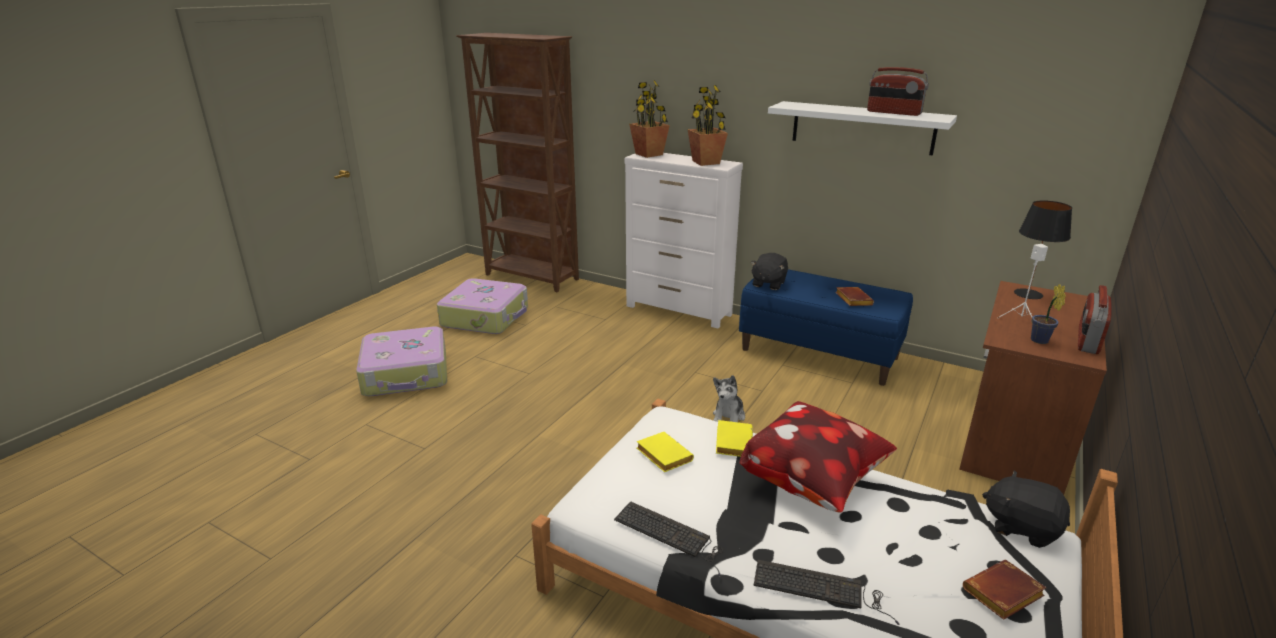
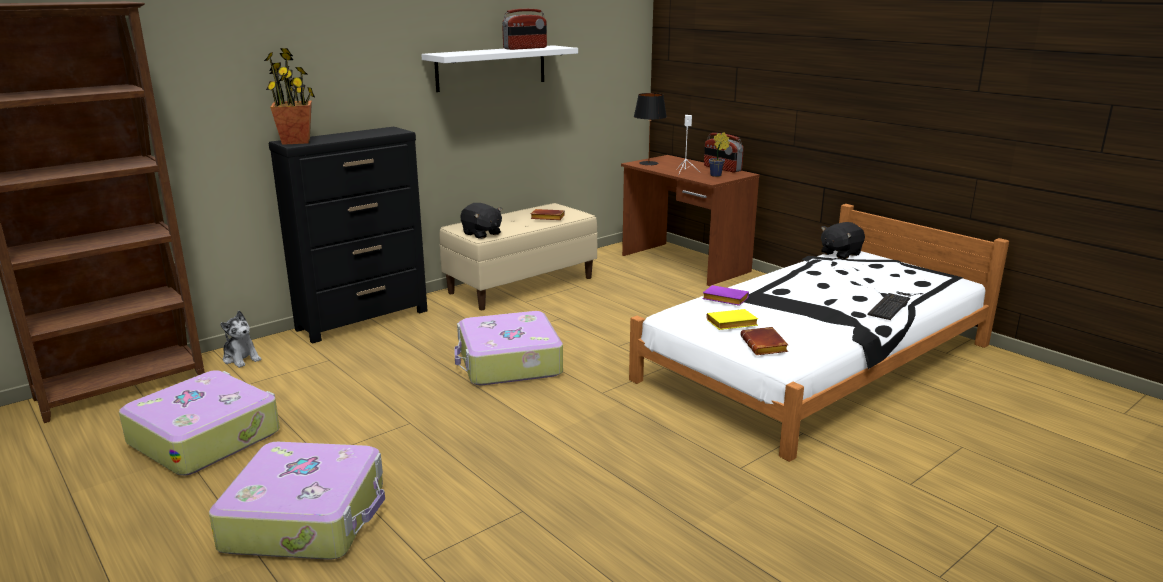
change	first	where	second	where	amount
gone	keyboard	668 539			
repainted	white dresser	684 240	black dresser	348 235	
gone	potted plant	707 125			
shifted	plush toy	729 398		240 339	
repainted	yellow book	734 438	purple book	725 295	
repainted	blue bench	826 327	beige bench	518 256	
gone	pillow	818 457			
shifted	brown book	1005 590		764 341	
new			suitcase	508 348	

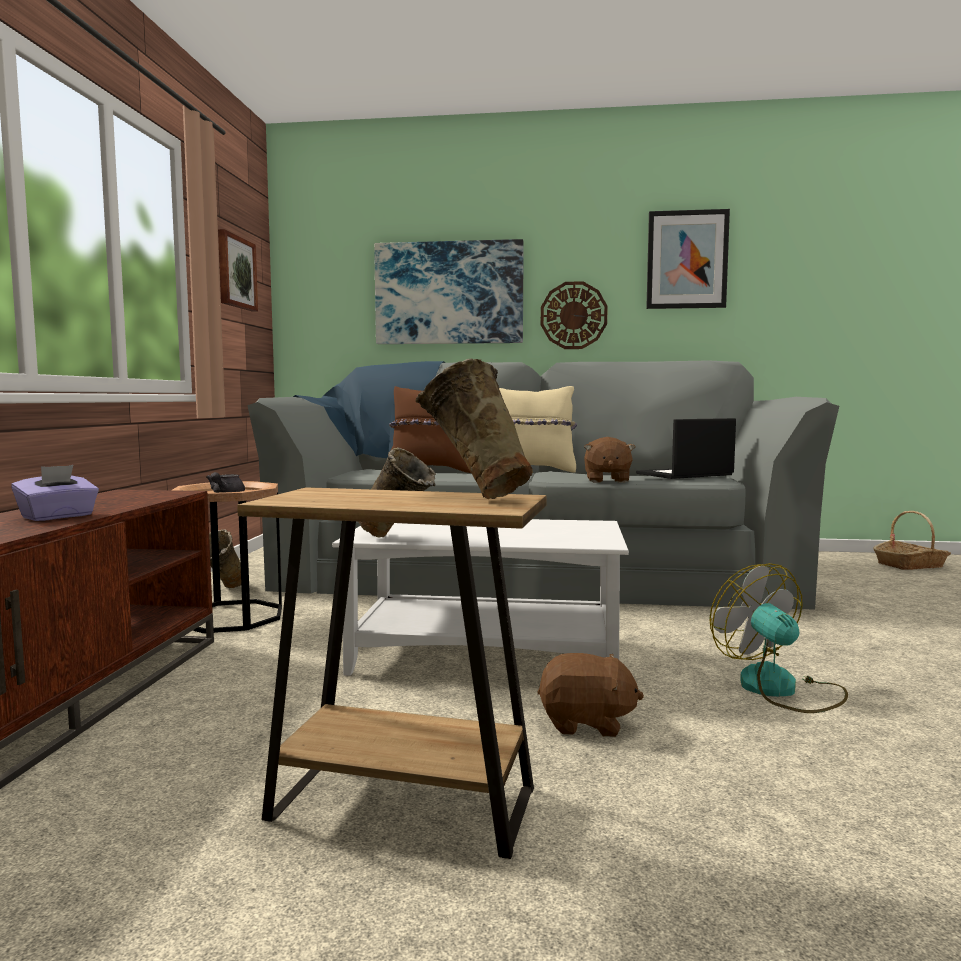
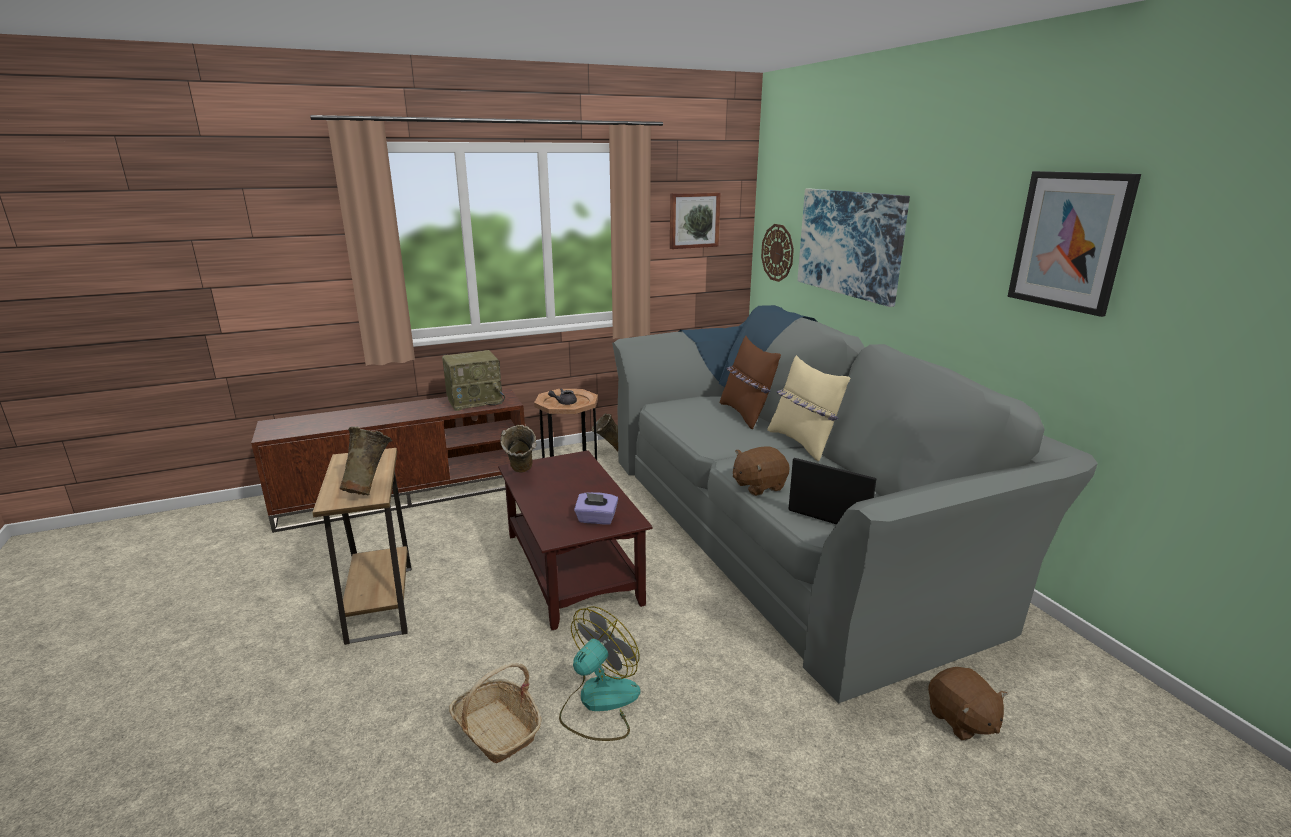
change	first	where	second	where	amount
shifted	purple tissue box	55 493		596 508	
repainted	white coffee table	480 597	brown coffee table	575 540	
shifted	brown plush toy	590 695		967 704	
shifted	wall clock	574 315		777 253	
shifted	basket	912 540		495 713	
new			radio	473 380	

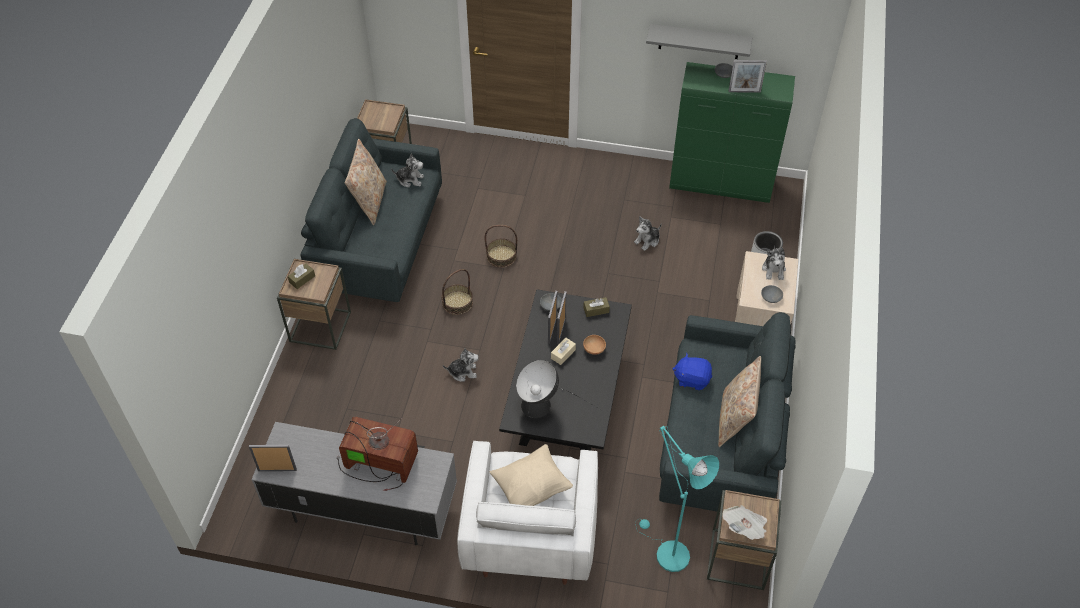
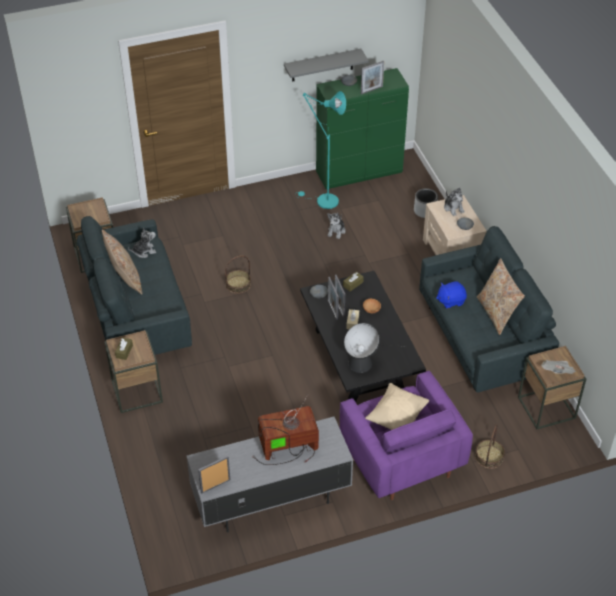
change	first	where	second	where	amount
shifted	basket	457 292		490 446	
gone	plush toy	461 365			
repainted	white armchair	527 513	purple armchair	406 435	
shifted	turquoise floor lamp	677 499		320 150	

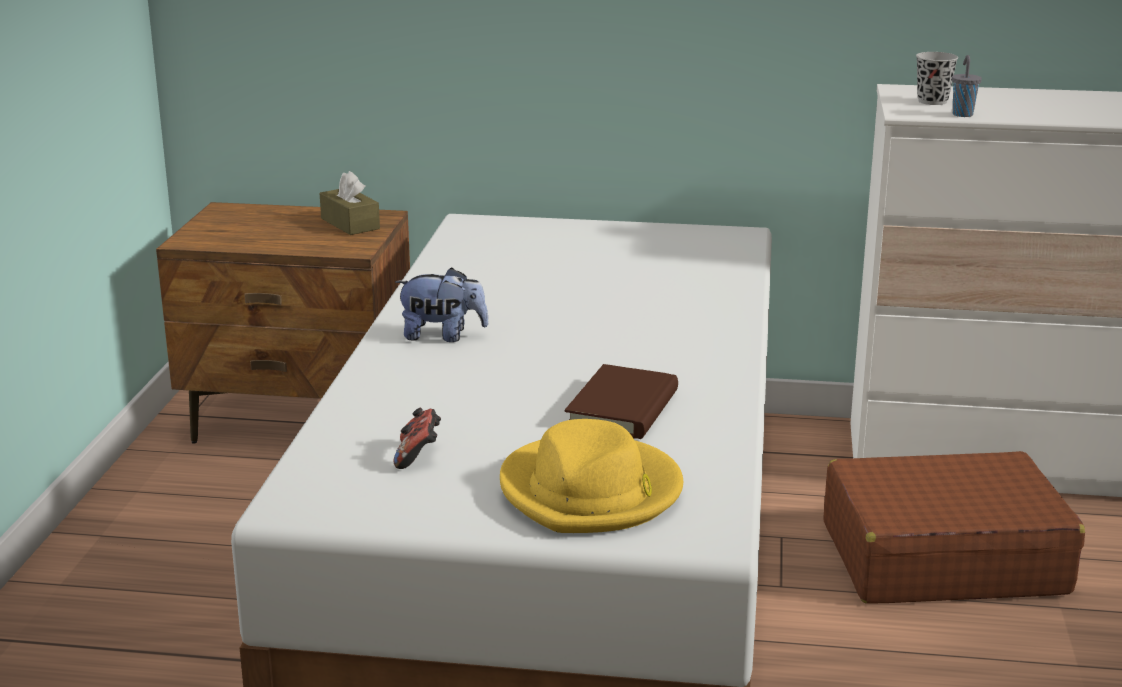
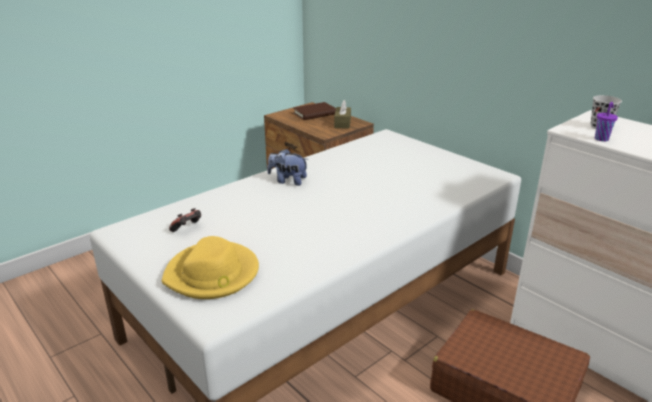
change	first	where	second	where	amount
rotated	plush toy	442 304		288 167	150 degrees clockwise
shifted	brown book	621 401		314 111	
repainted	grey cup	967 86	purple cup	606 121	

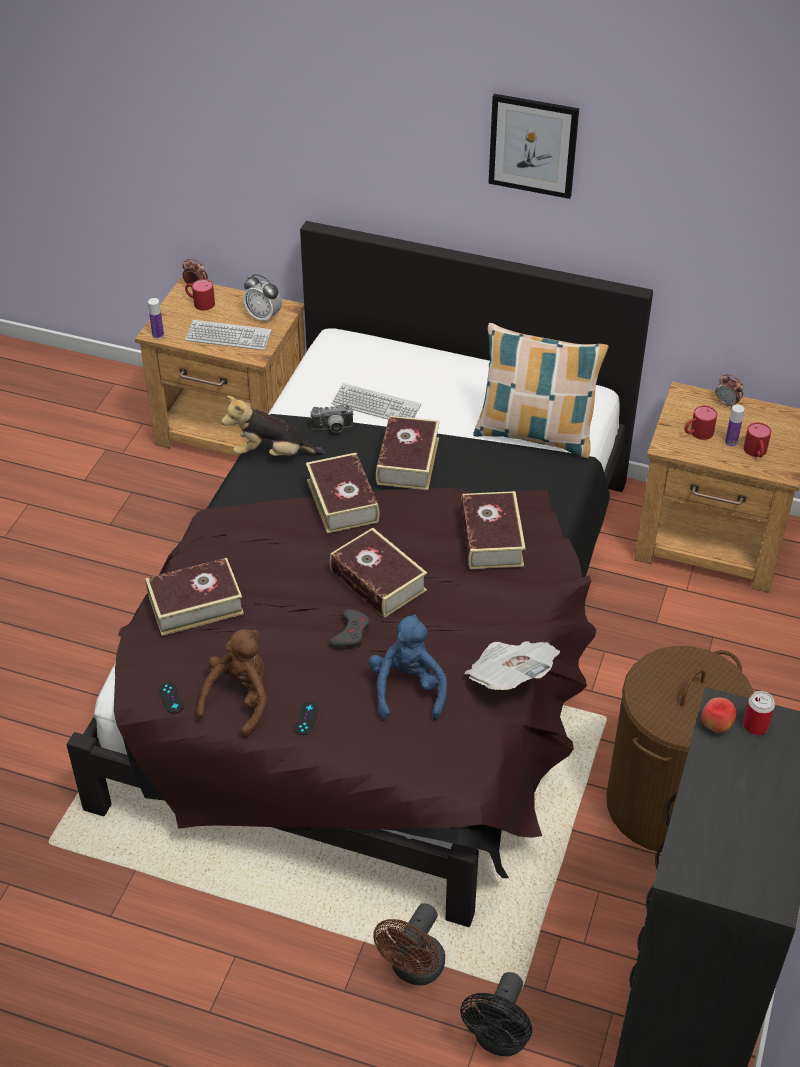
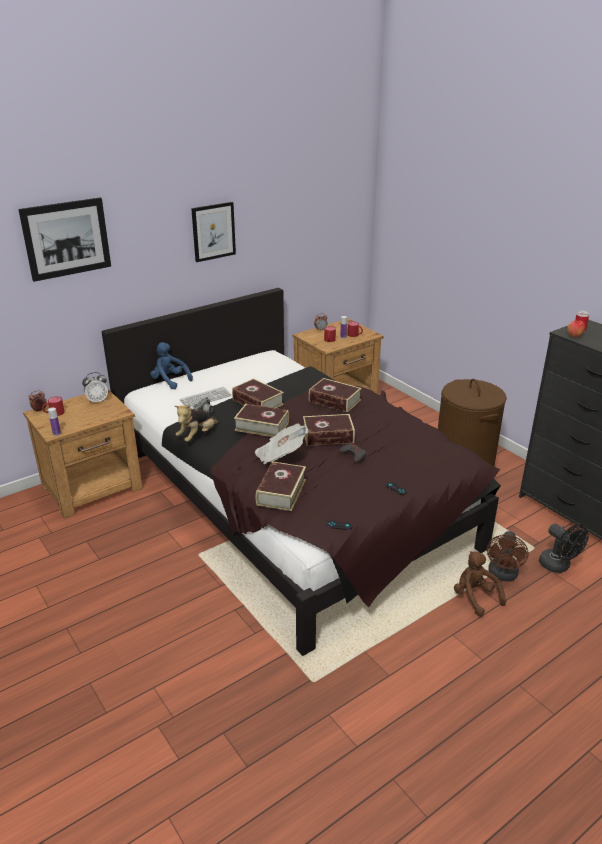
change	first	where	second	where	amount
gone	keyboard	228 335			
shifted	brown plush toy	232 683		480 583	
shifted	blue plush toy	407 667		171 366	
rotated	brown fan	409 944		508 556	45 degrees clockwise
shifted	newspaper	512 665		281 443	
gone	pillow	541 390			
new			picture	64 239	

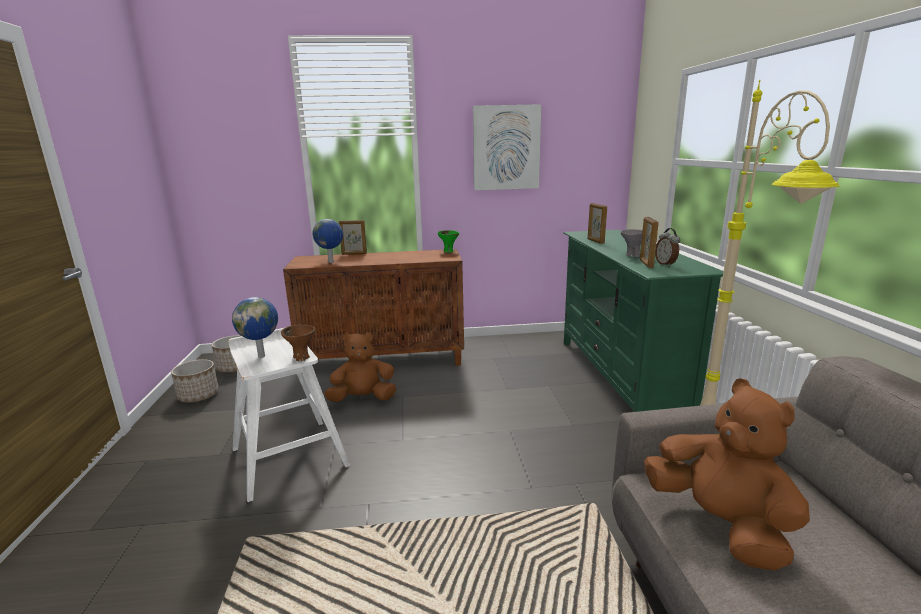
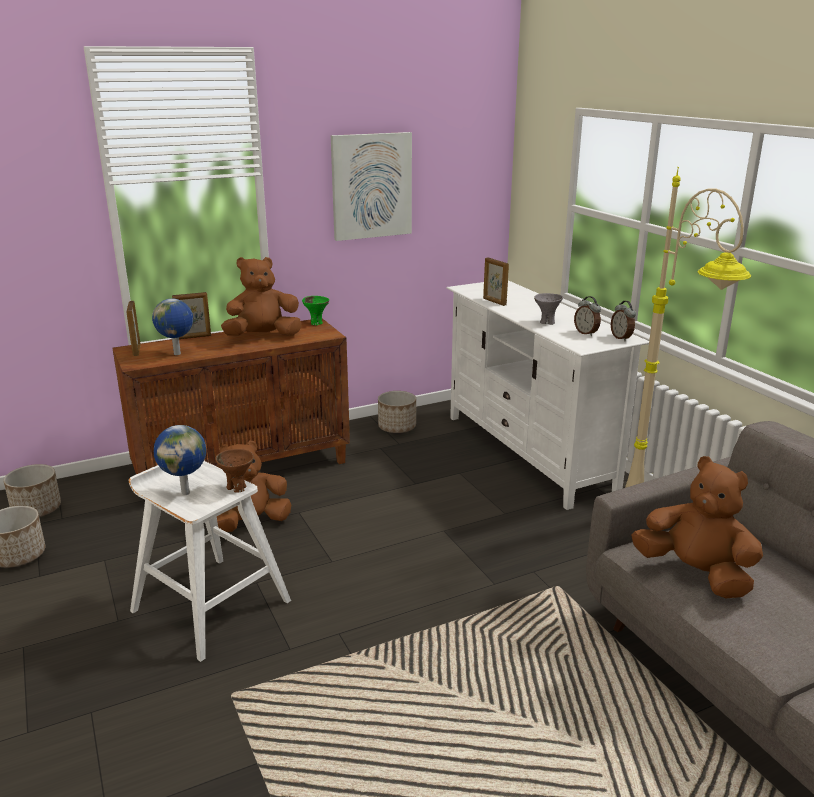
change	first	where	second	where	amount
repainted	green tv stand	643 321	white tv stand	547 395	
shifted	picture frame	649 242		134 328	
new			brown plush toy	261 296	
new			planter	397 412	
new			alarm clock	623 321	

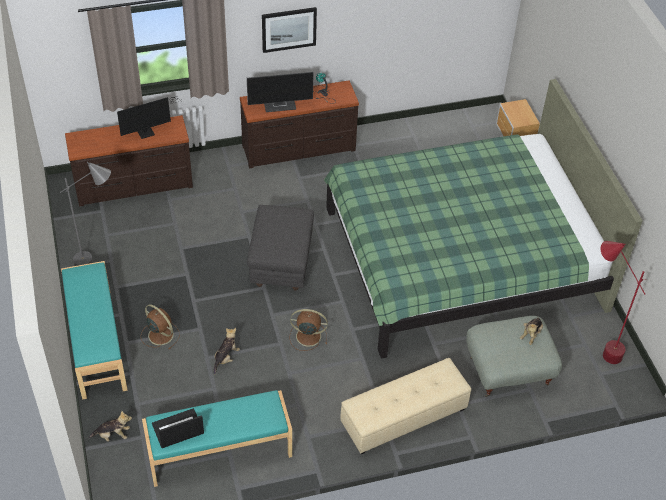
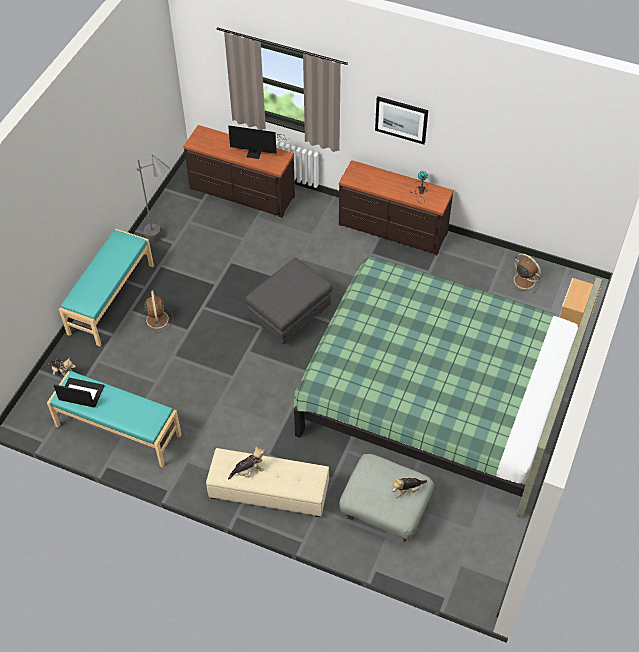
change	first	where	second	where	amount
shifted	plush toy	227 351		246 463	
gone	monitor	280 92			
shifted	brown fan	308 330		524 273	
gone	red floor lamp	623 302			

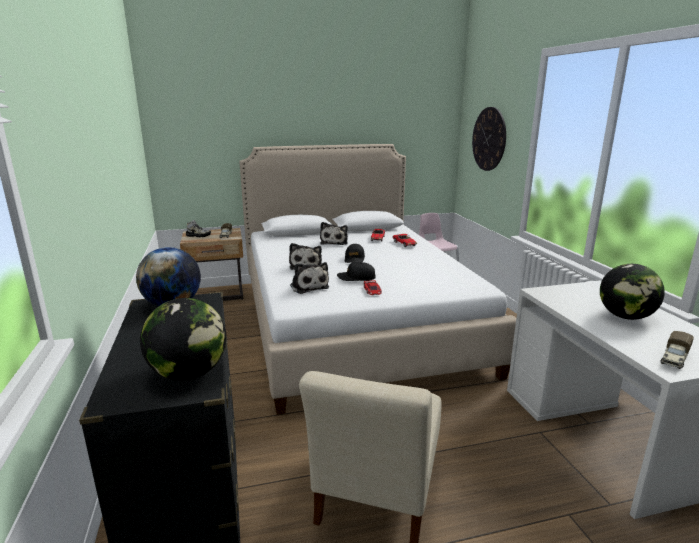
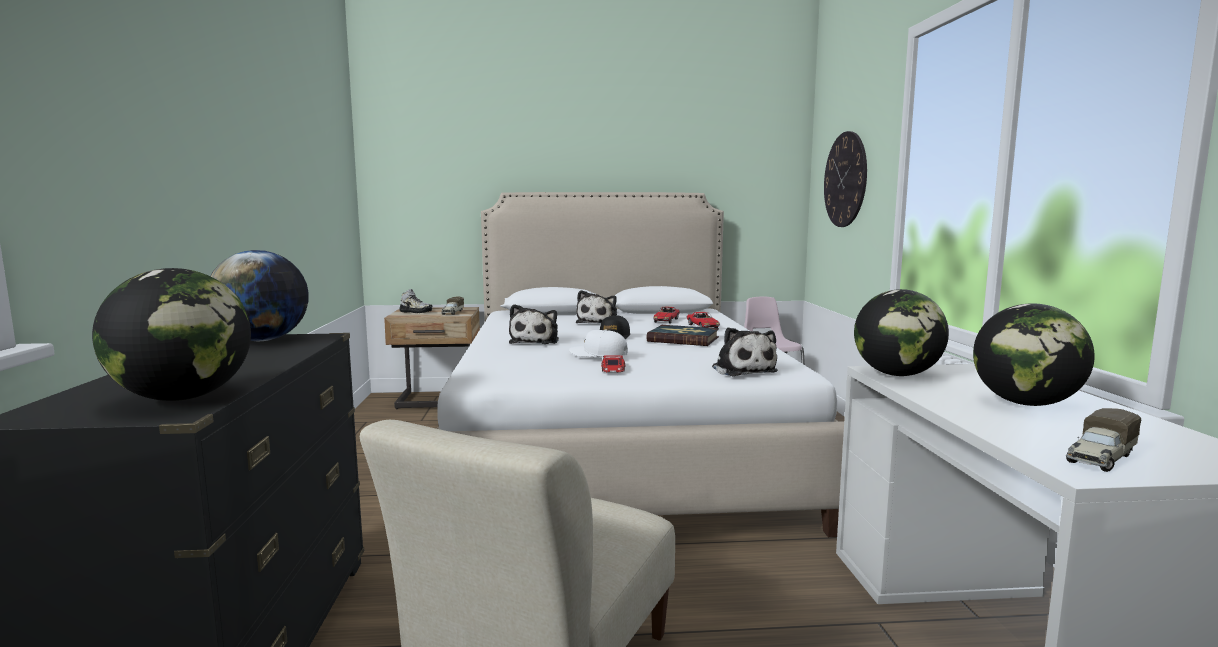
change	first	where	second	where	amount
shifted	plush toy	309 278		745 351	
repainted	black cap	356 271	white cap	598 343	
new			book	682 335	
new			globe	901 332	

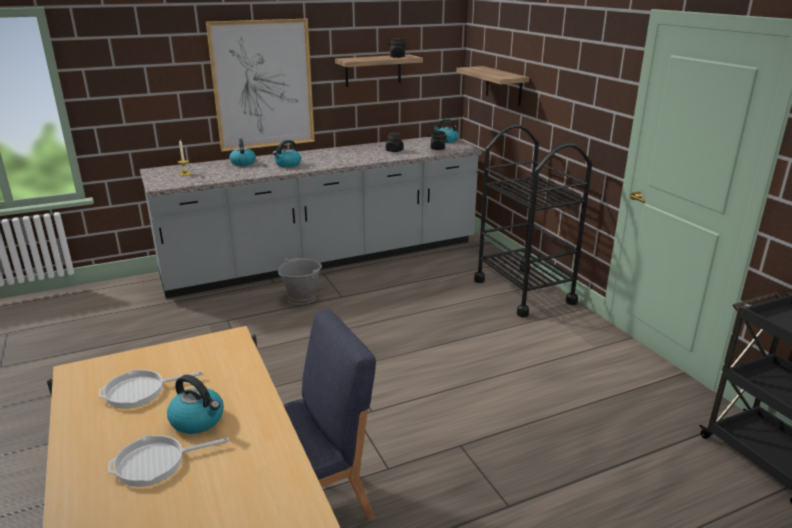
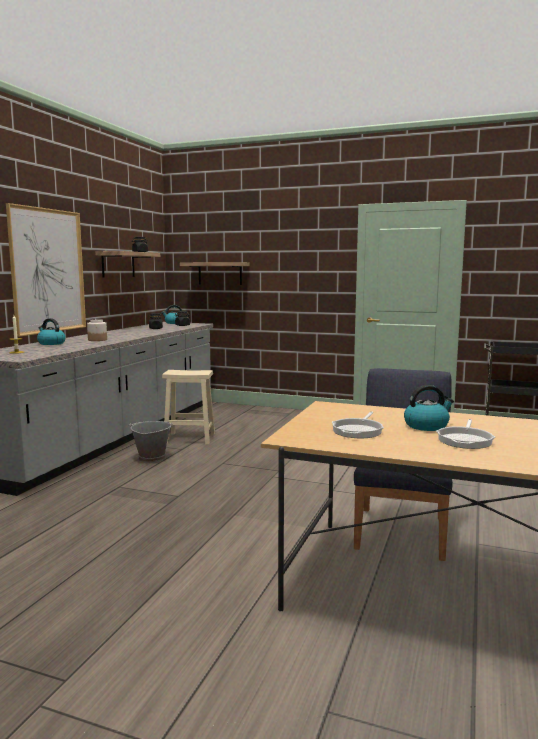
change	first	where	second	where	amount
swapped	kettle	287 154	jar	97 330	
gone	black cart	533 220			
new			beige stool	188 407	

